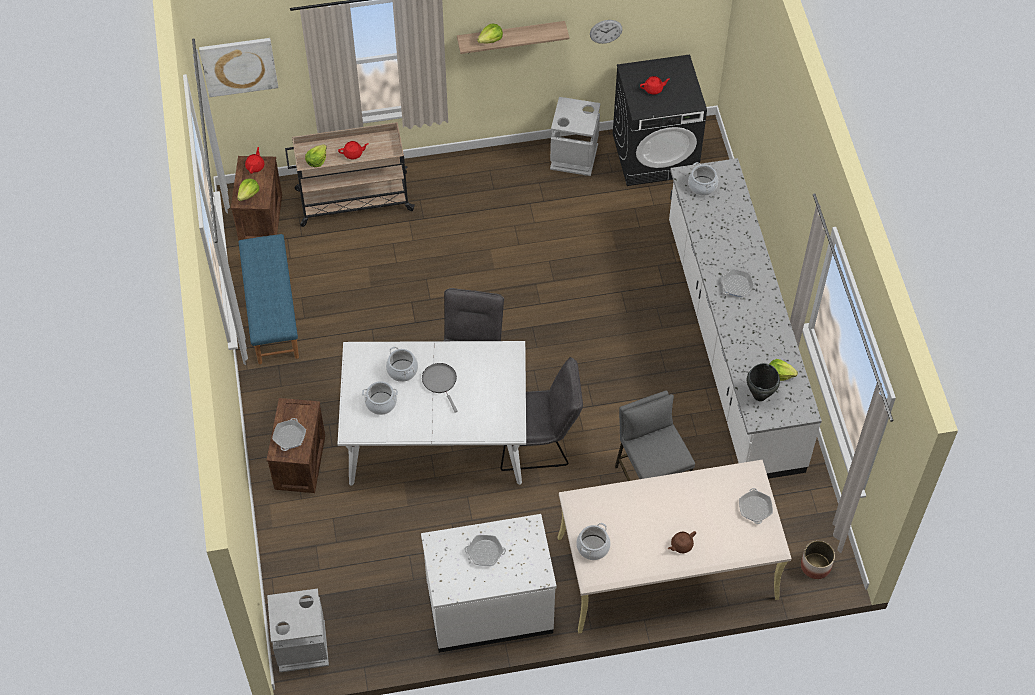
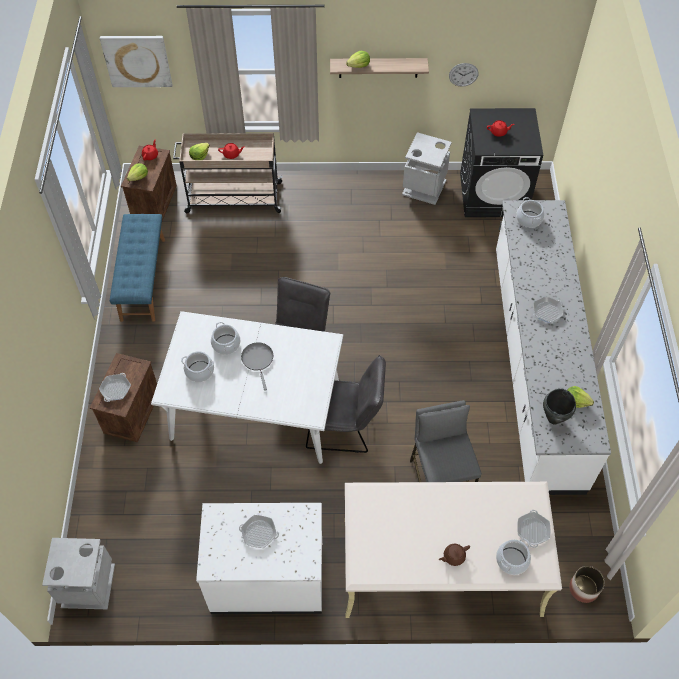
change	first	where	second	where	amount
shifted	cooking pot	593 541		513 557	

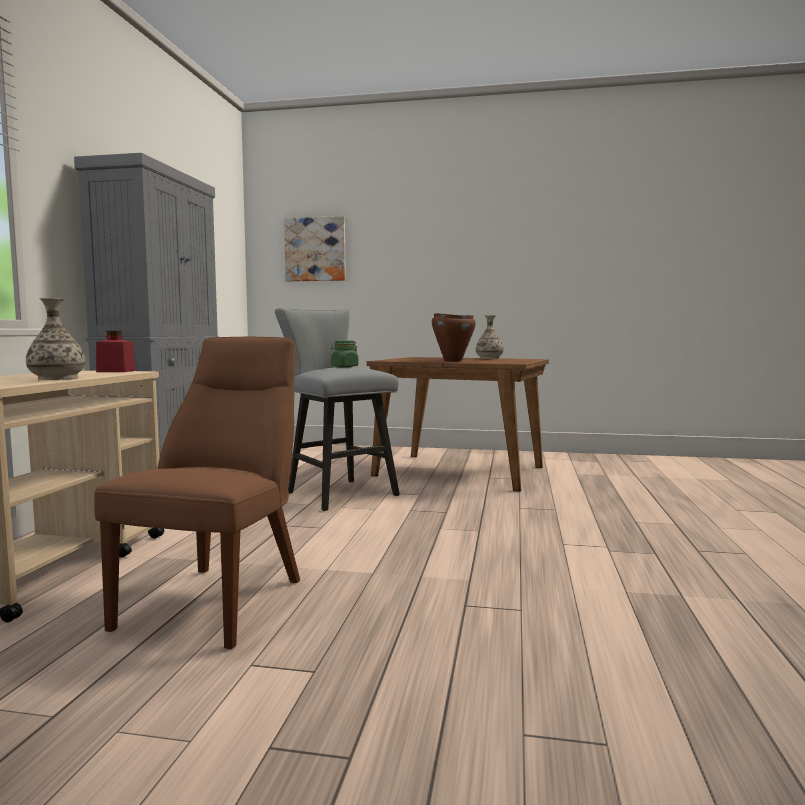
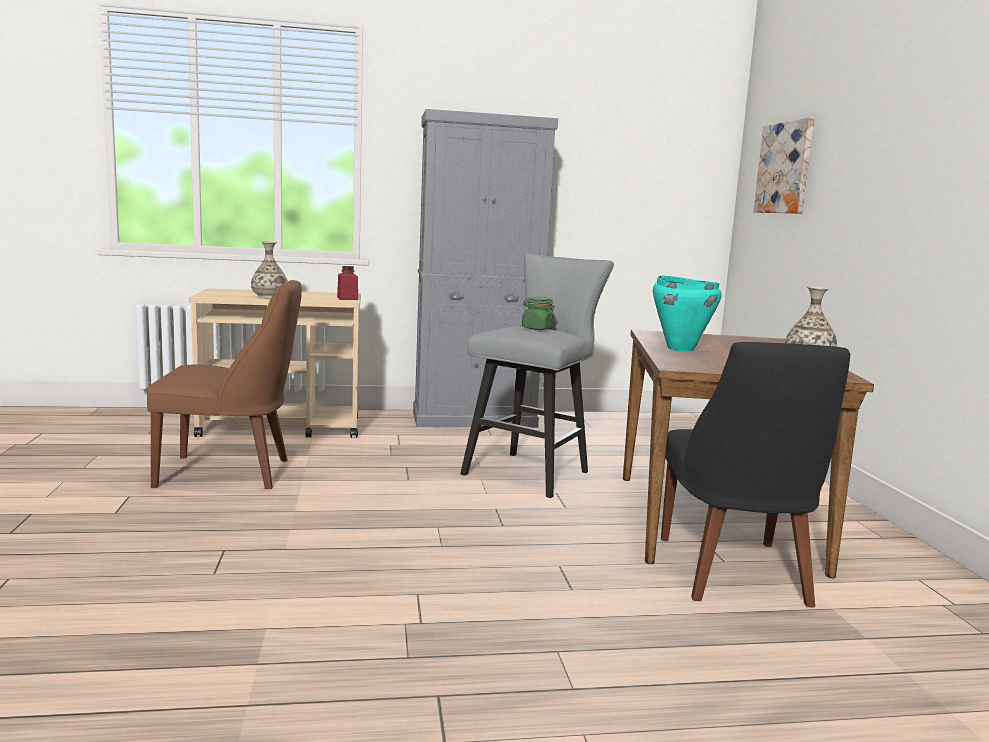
change	first	where	second	where	amount
repainted	brown cooking pot	454 337	turquoise cooking pot	687 313	
new			black chair	755 474	

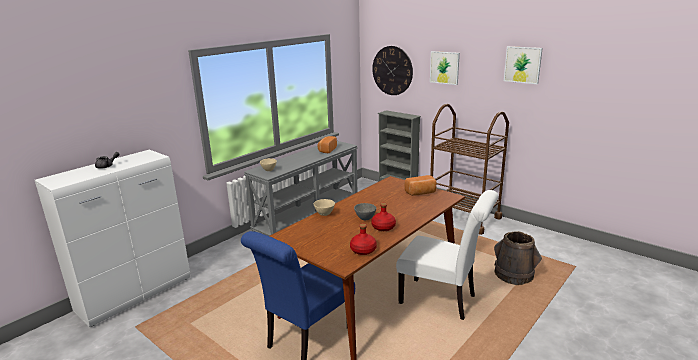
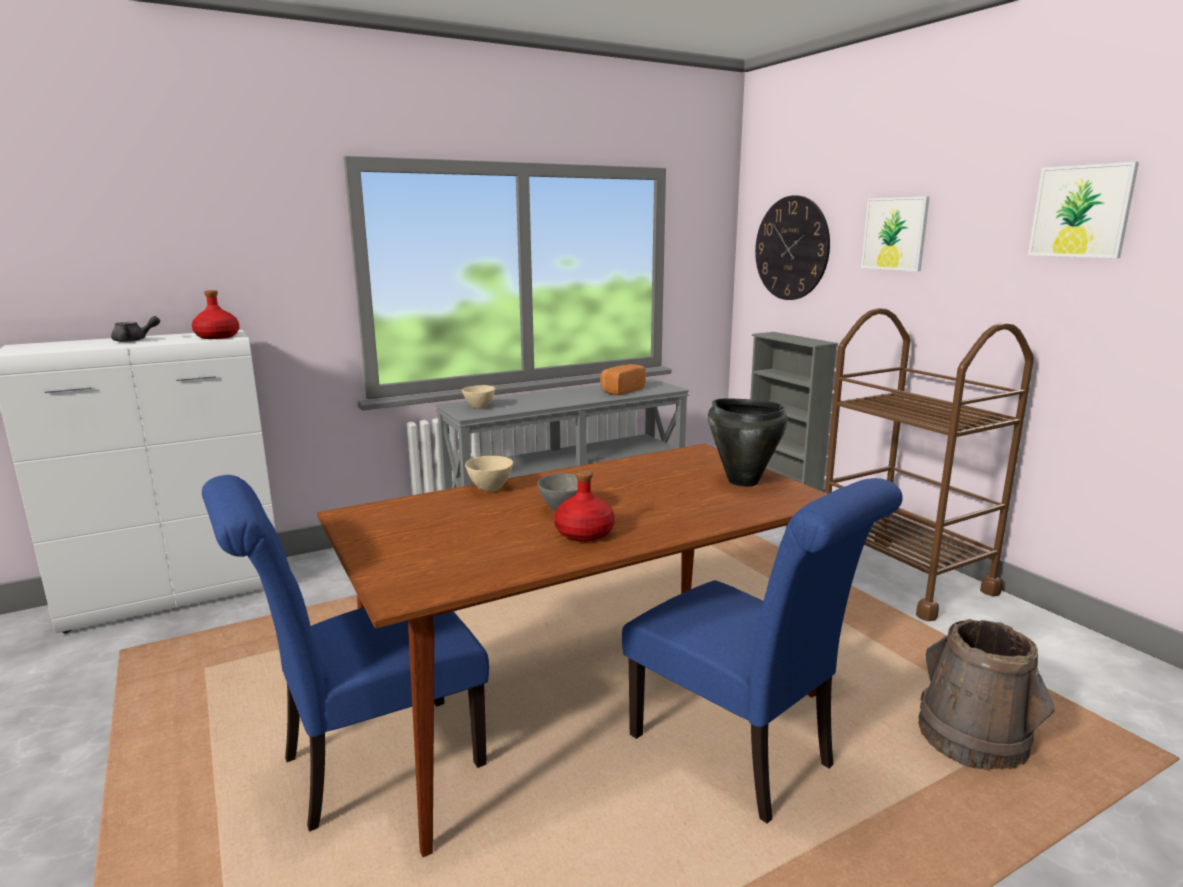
change	first	where	second	where	amount
shifted	red bottle	363 239		215 314	
repainted	white chair	447 255	blue chair	762 651	
swapped	bread	420 185	black cooking pot	748 443	

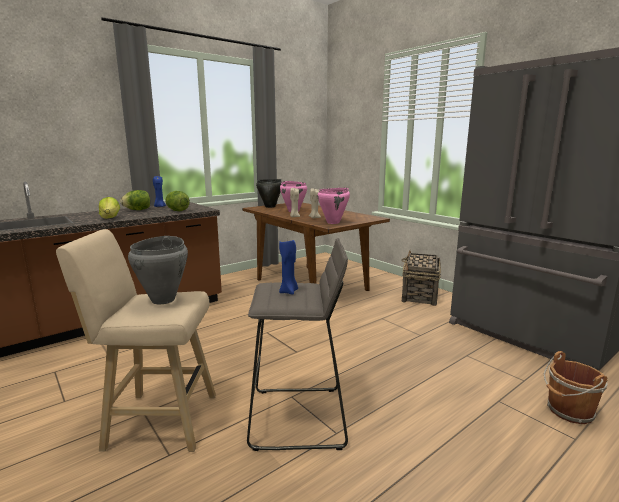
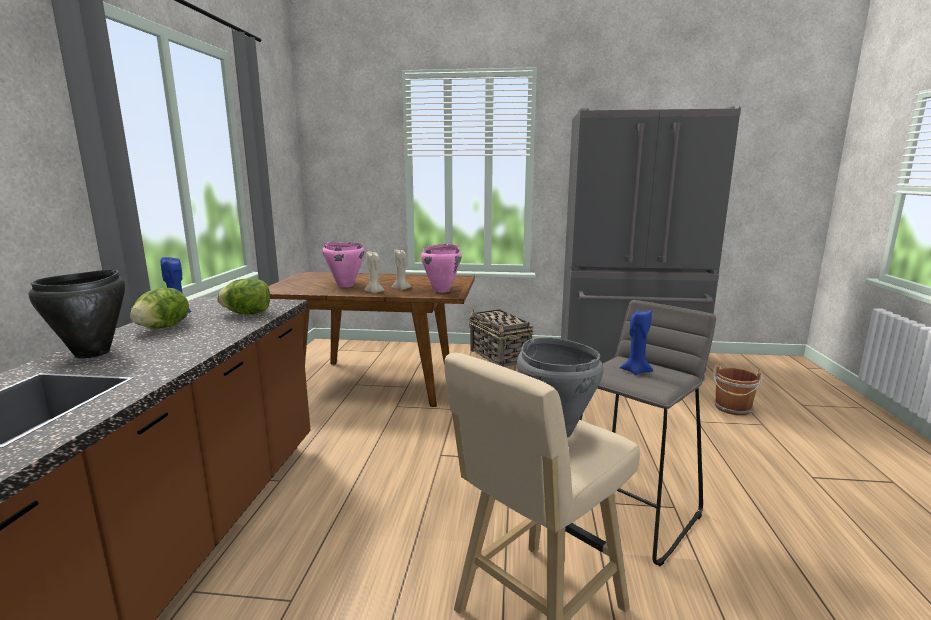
change	first	where	second	where	amount
gone	lettuce	109 208			
shifted	black cooking pot	269 193		77 314	

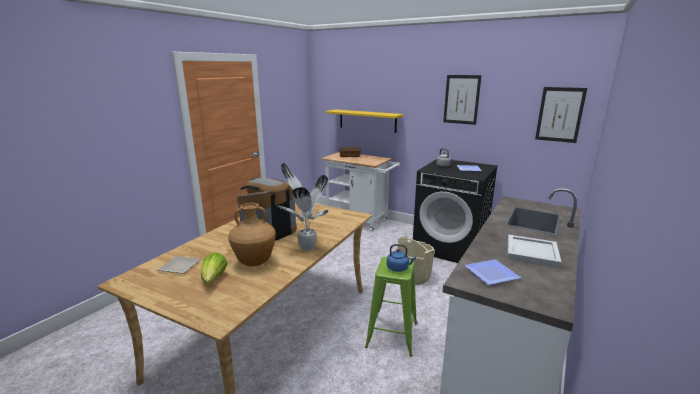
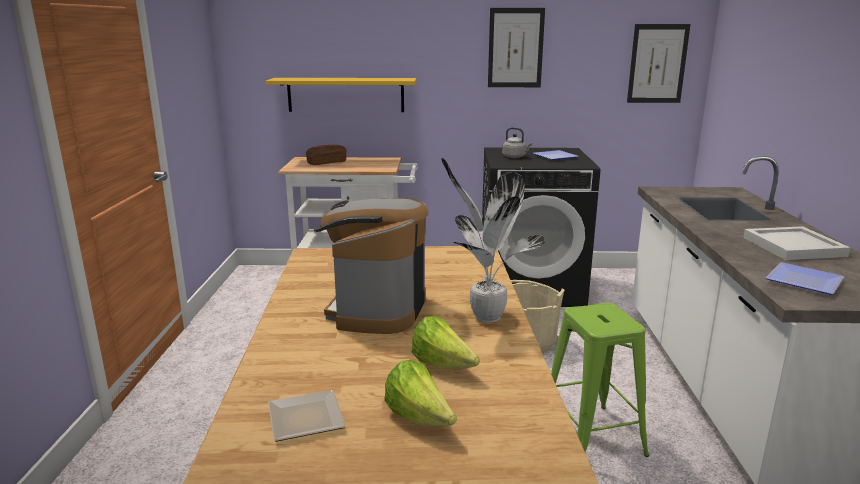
change	first	where	second	where	amount
swapped	brown vase	252 235	lettuce	445 342	
gone	blue kettle	401 258			

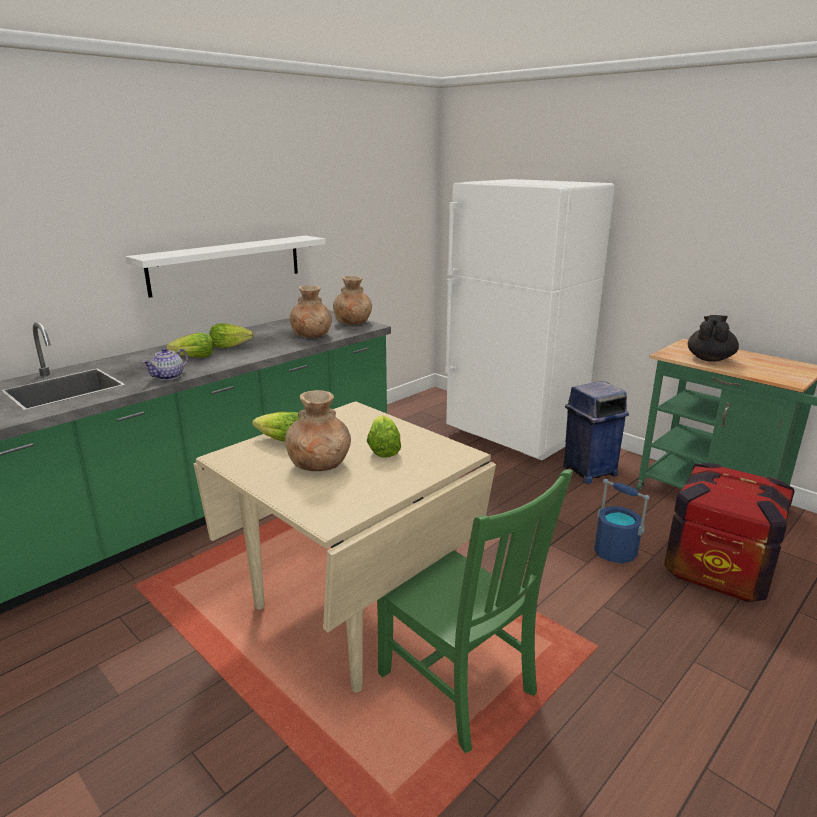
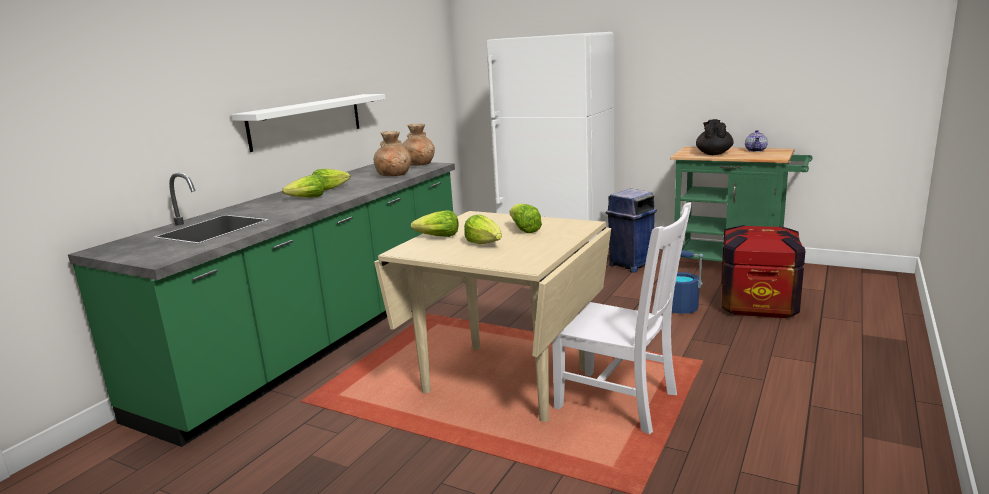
change	first	where	second	where	amount
shifted	teapot	165 364		756 141	
swapped	brown vase	318 430	lettuce	483 229	
repainted	green chair	475 611	white chair	622 318	

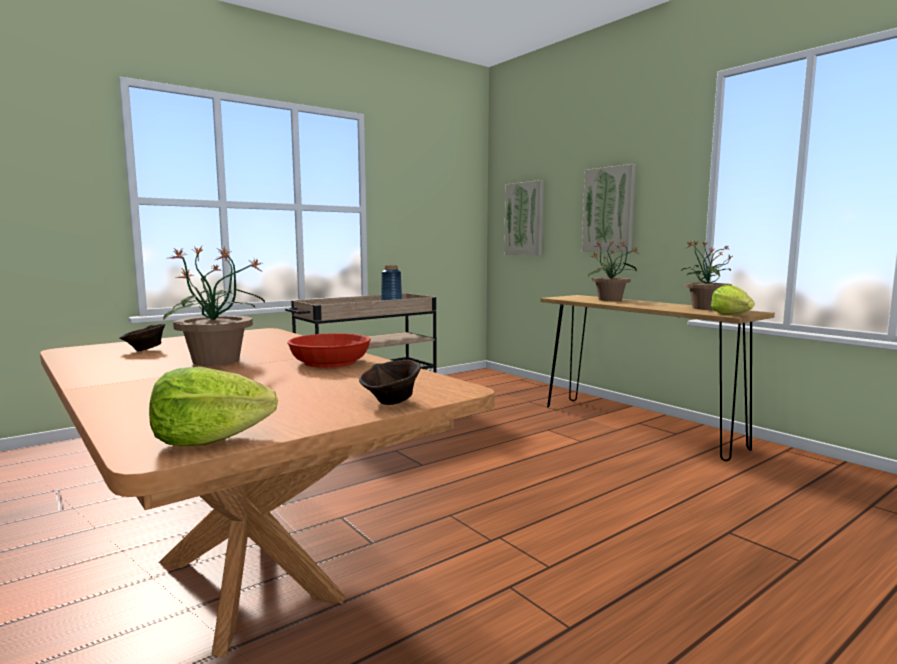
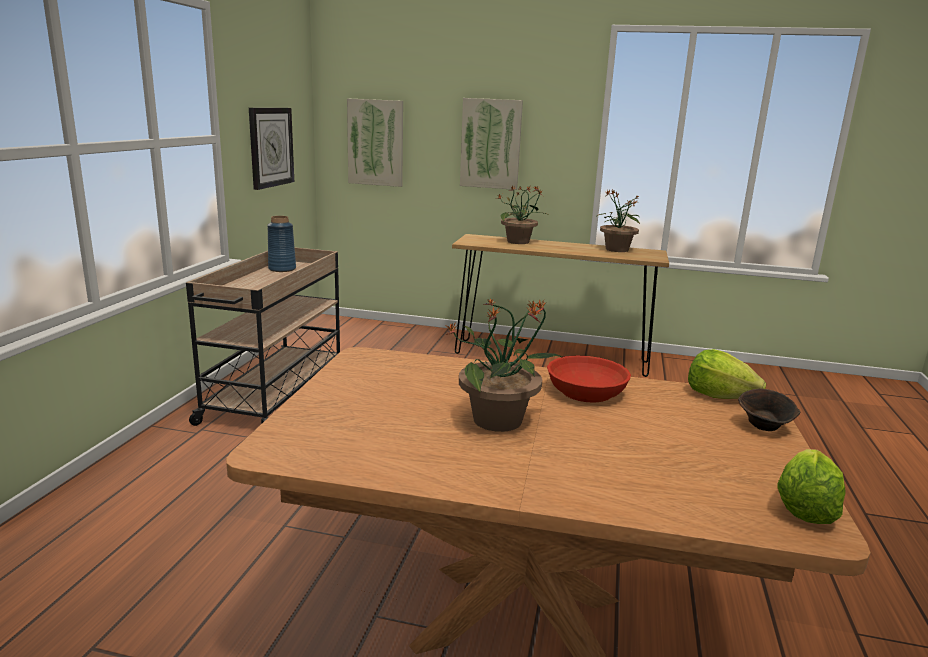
change	first	where	second	where	amount
gone	brown bowl	142 337			
shifted	lettuce	732 300		727 374	
new			wall clock	271 149	

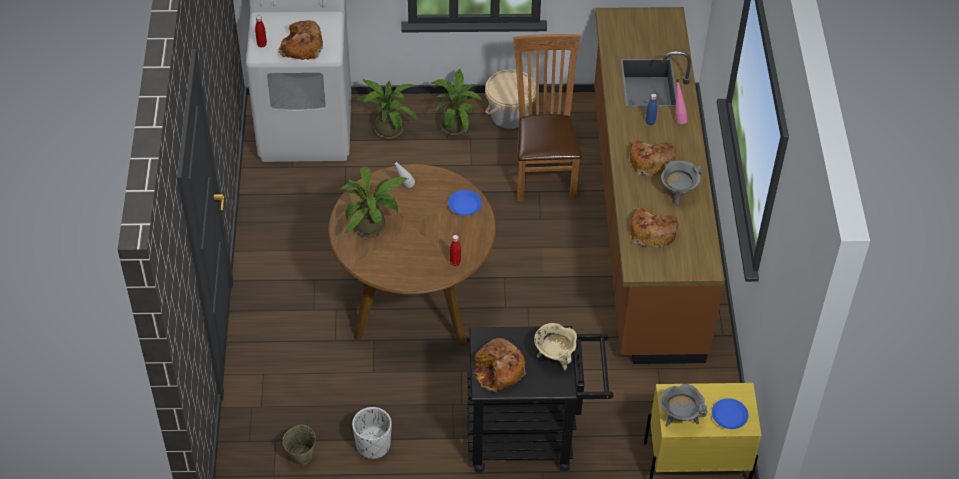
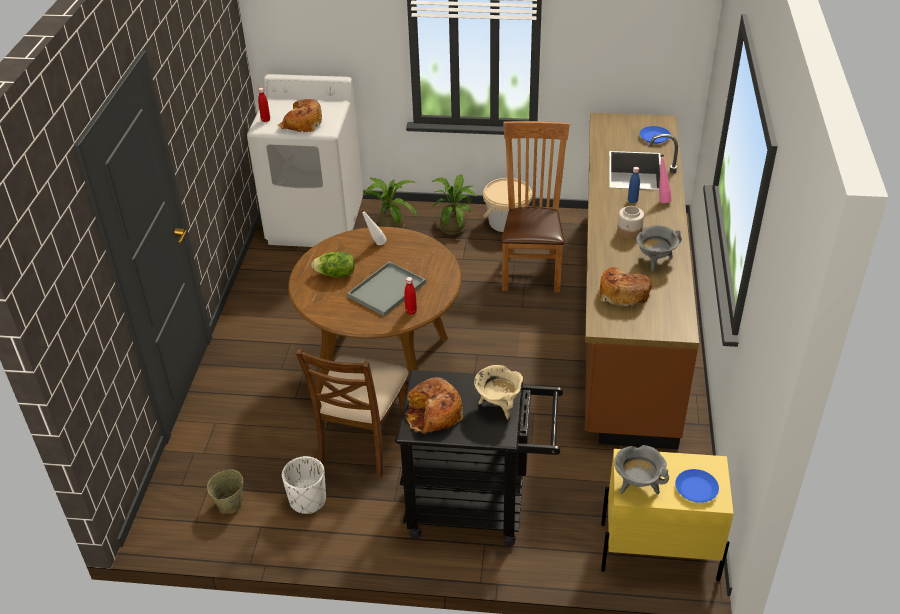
change	first	where	second	where	amount
swapped	potted plant	373 201	lettuce	333 264	
shifted	blue plate	465 203		655 135	
swapped	bread	653 158	jar	630 223	
new			brown chair	352 413	
new			grey tray	386 288	

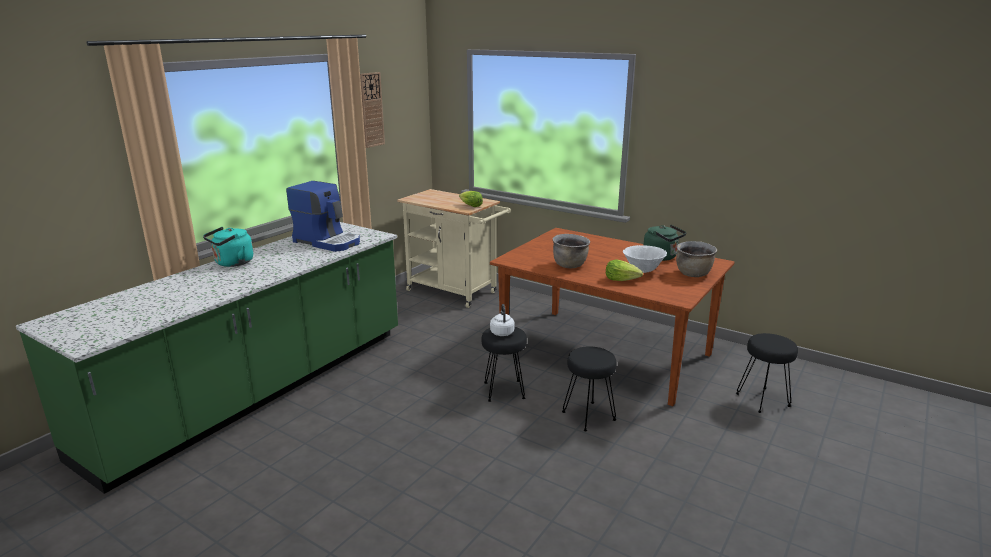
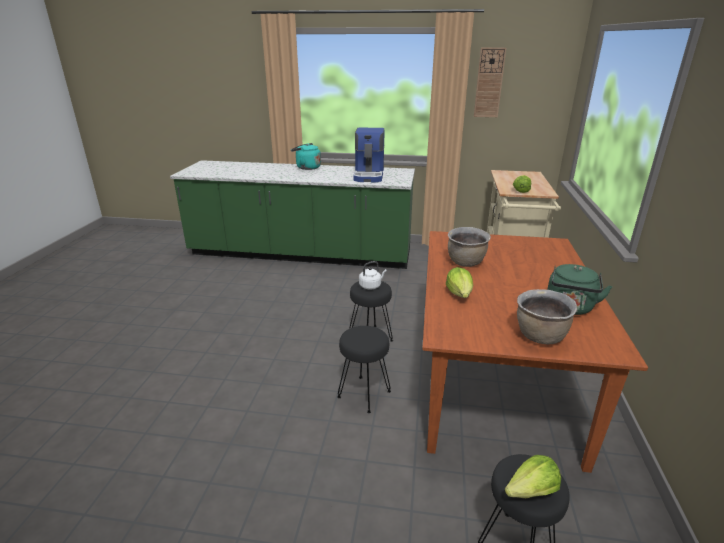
change	first	where	second	where	amount
gone	white bowl	645 259			
new			lettuce	533 476	

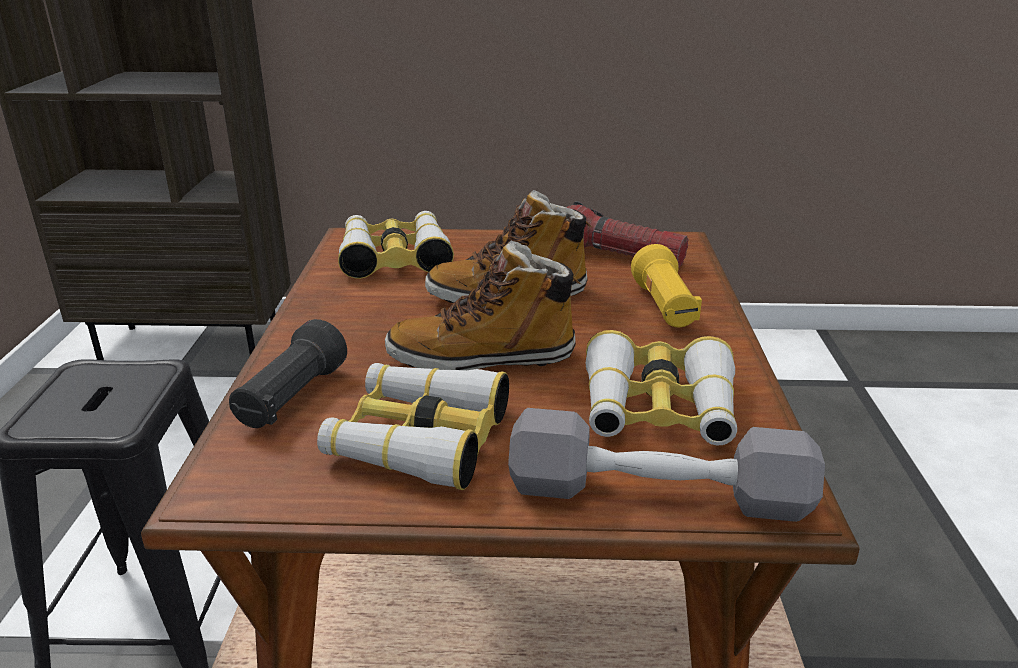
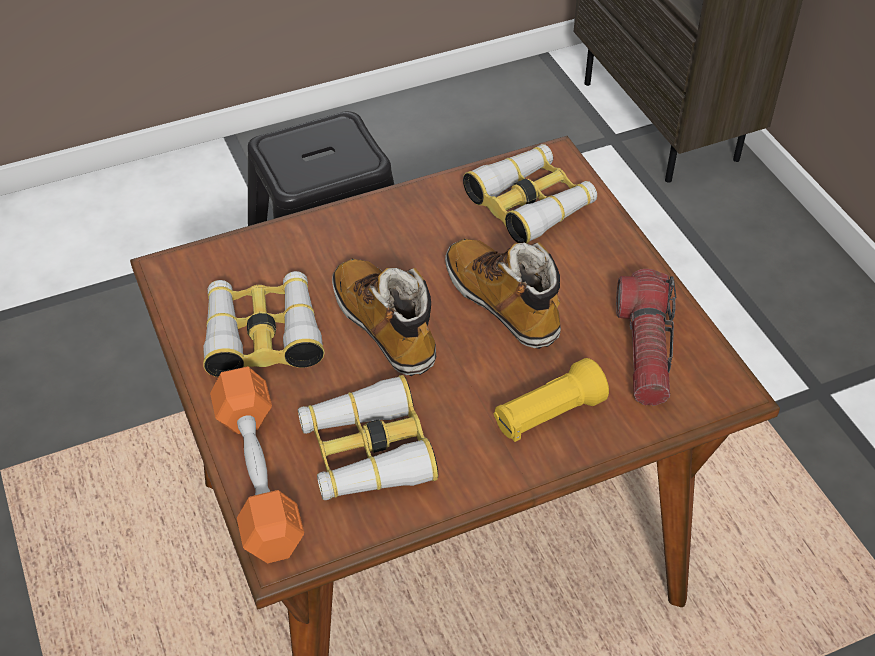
change	first	where	second	where	amount
gone	black flashlight	288 373			
repainted	grey dumbbell	666 465	orange dumbbell	257 464	

